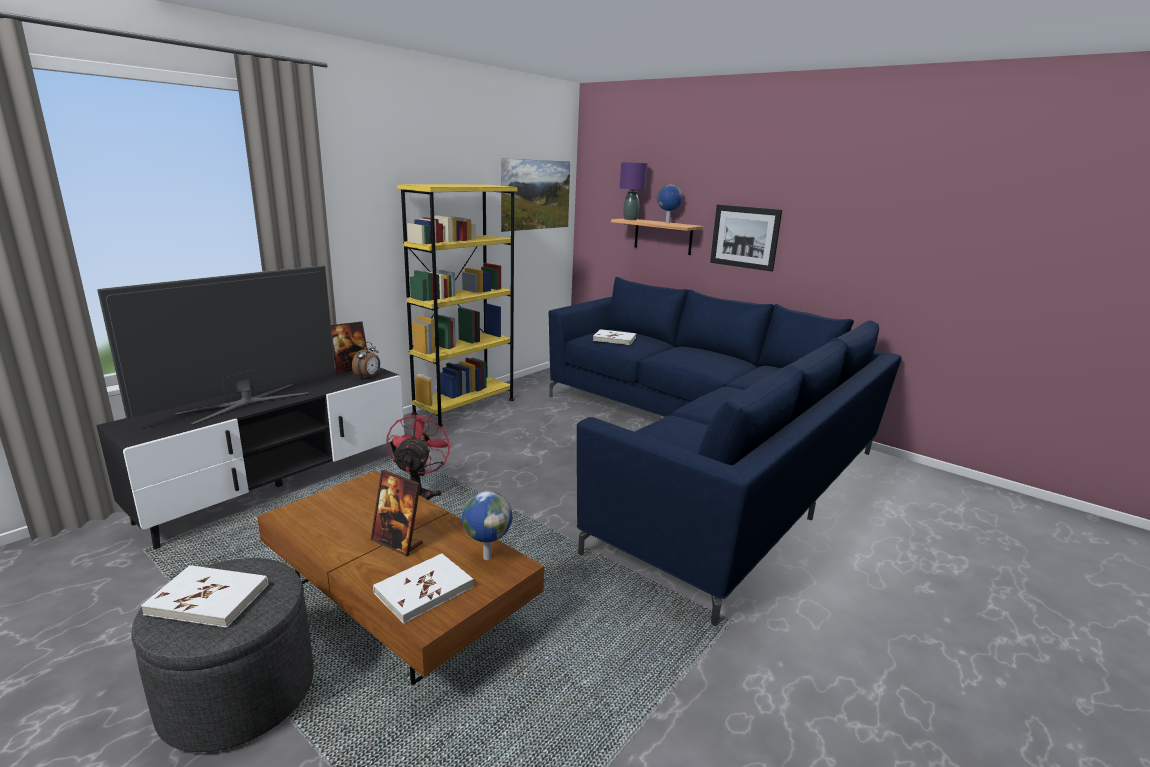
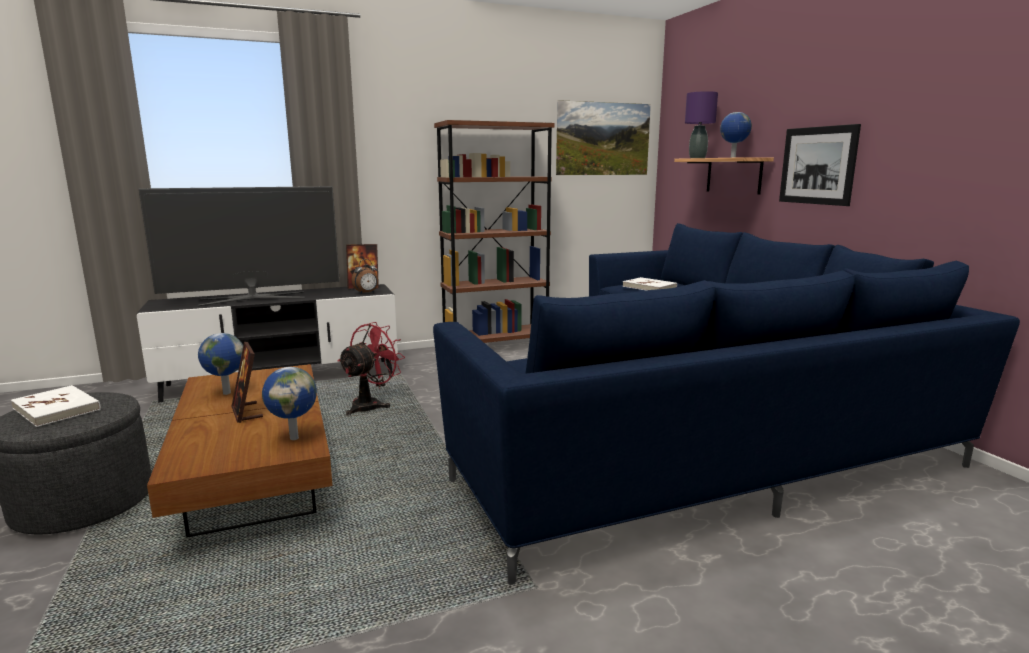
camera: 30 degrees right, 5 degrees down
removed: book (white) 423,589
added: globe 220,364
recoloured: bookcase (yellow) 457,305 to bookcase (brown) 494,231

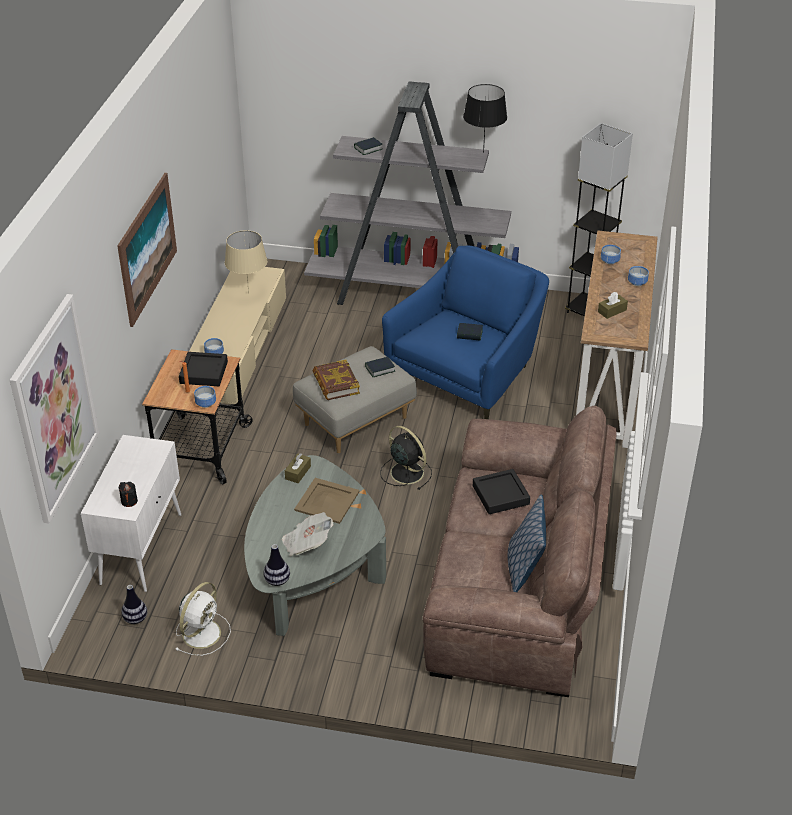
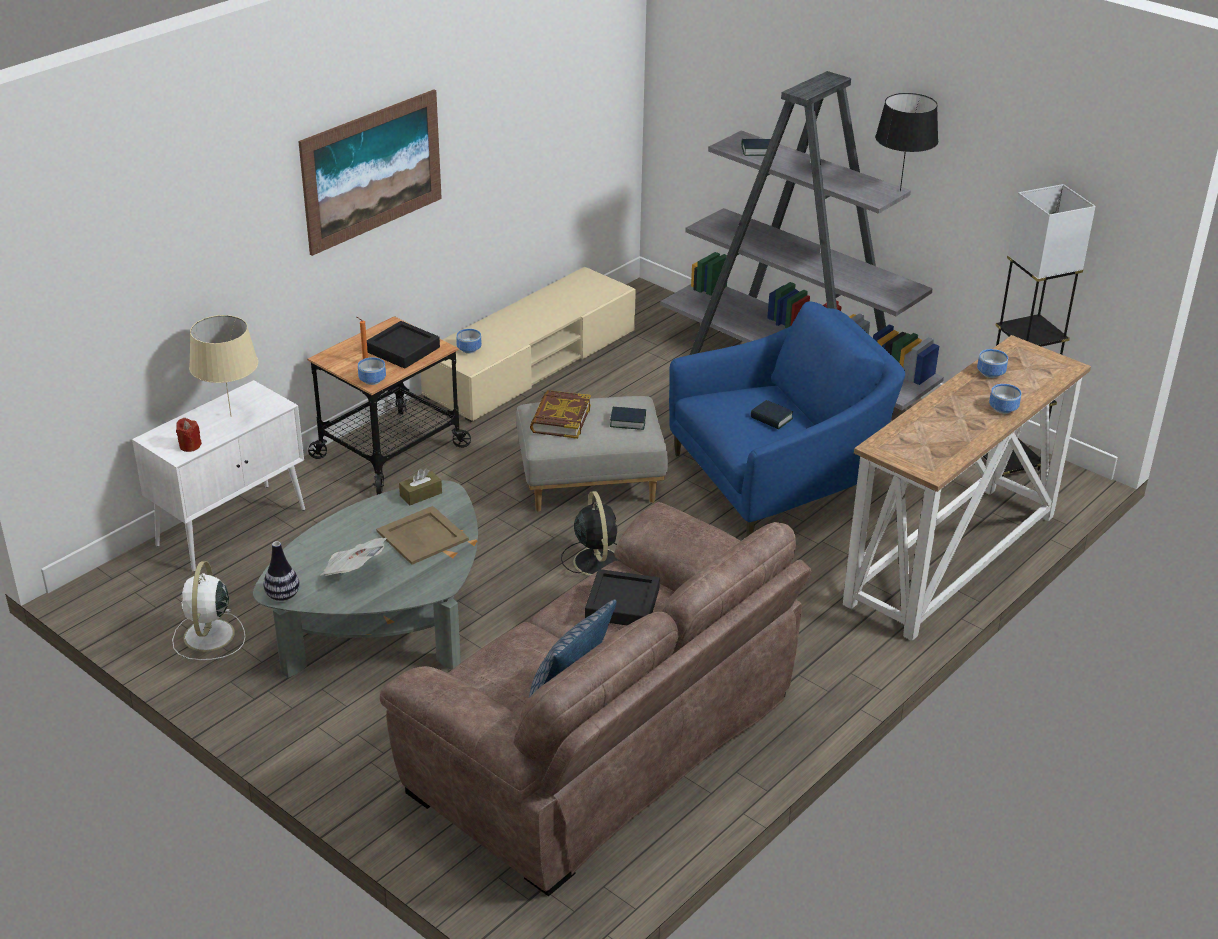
camera: 30 degrees right, 5 degrees down
removed: picture 54,409; vase 134,604; tissue box (brown) 613,305
moved: table lamp (beige) 246,262 to 223,366
recoloured: candle (black) 128,494 to candle (red) 189,435
turned: fan (white) 203,619 = 208,610 120 degrees clockwise

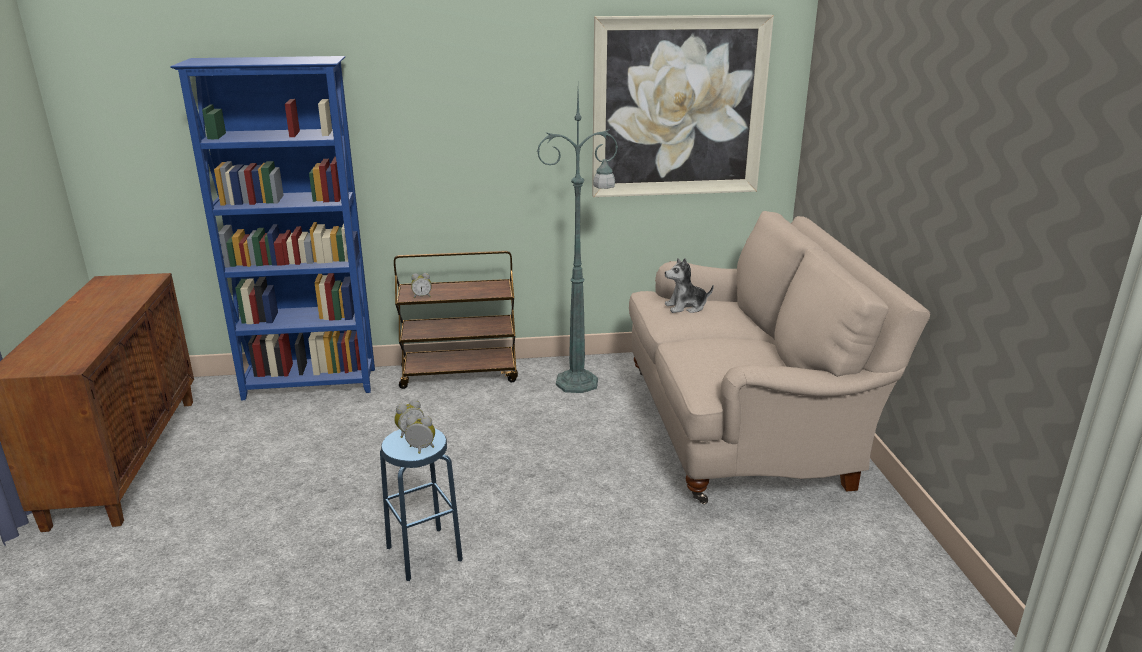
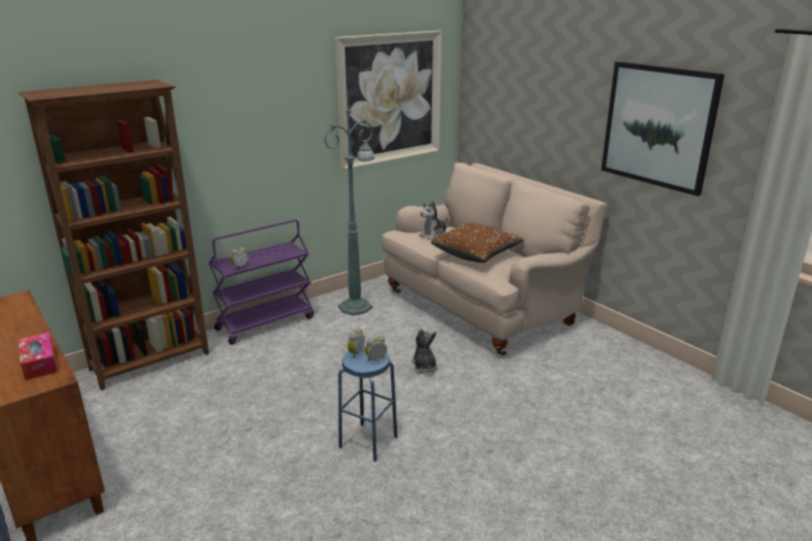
camera: 30 degrees left, 0 degrees up
added: tissue box 37,356; plush toy 424,351; pillow (brown) 477,243; picture 663,129
recoloured: bookcase (blue) 272,228 to bookcase (brown) 113,235; cart (brown) 456,320 to cart (purple) 261,282

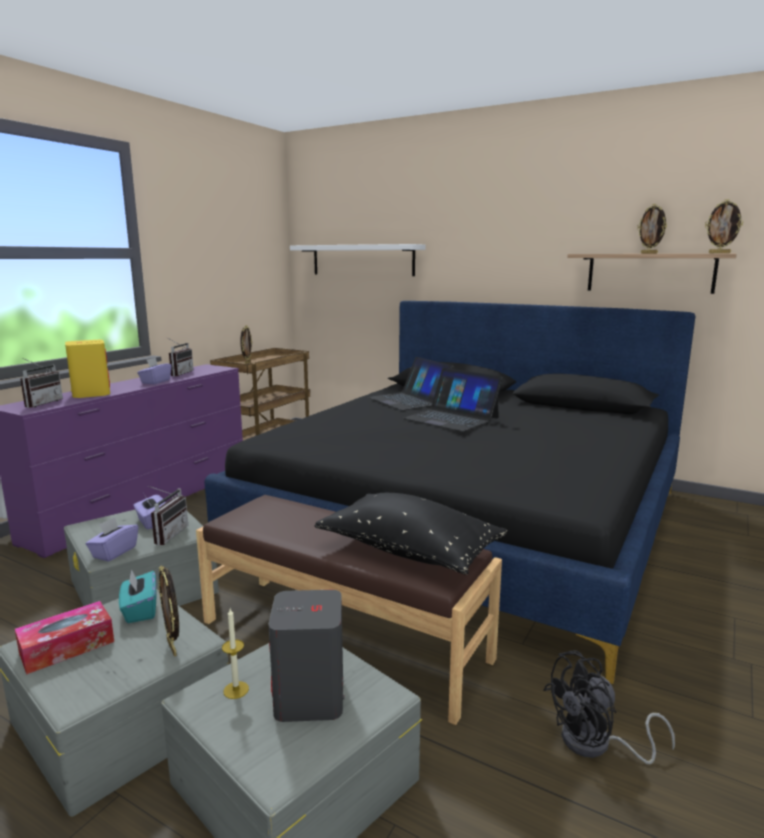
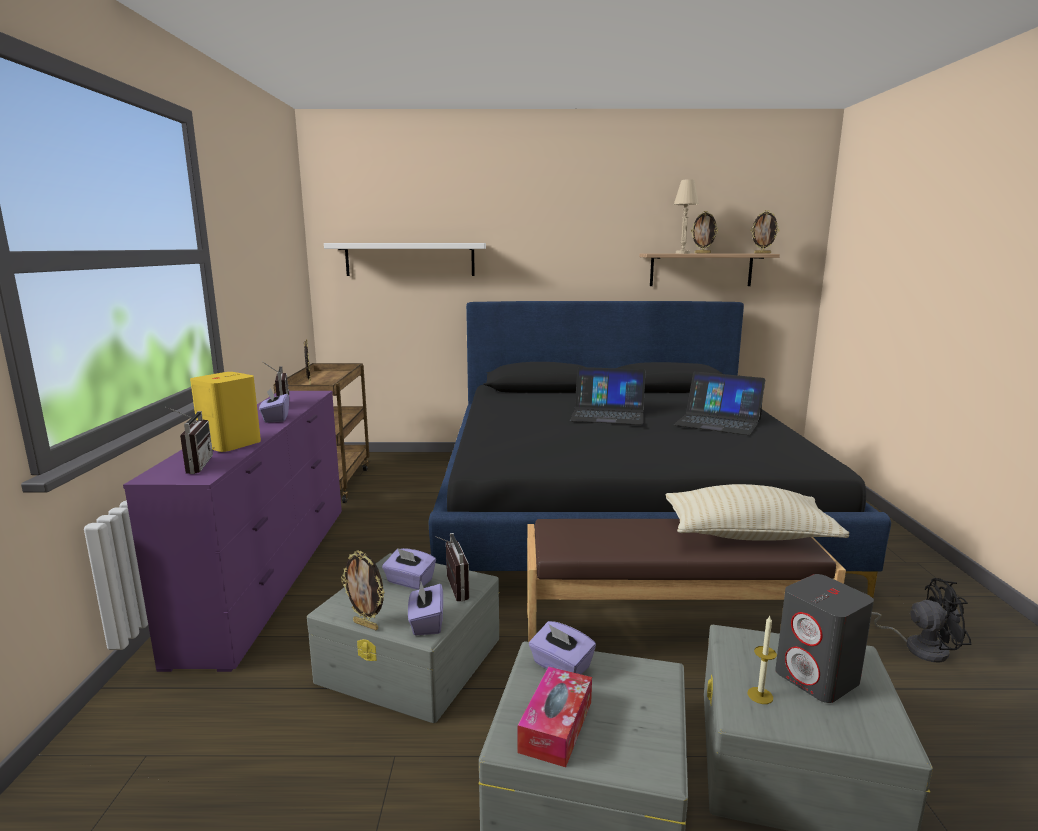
camera: 30 degrees left, 0 degrees up
added: table lamp (beige) 686,216
moved: picture frame 168,611 to 363,590; laptop 411,383 to 719,403
recoloured: tissue box (turquoise) 137,596 to tissue box (purple) 562,647; pillow (black) 411,534 to pillow (beige) 757,512
turned: fan (black) 609,707 = 922,620 120 degrees counterclockwise

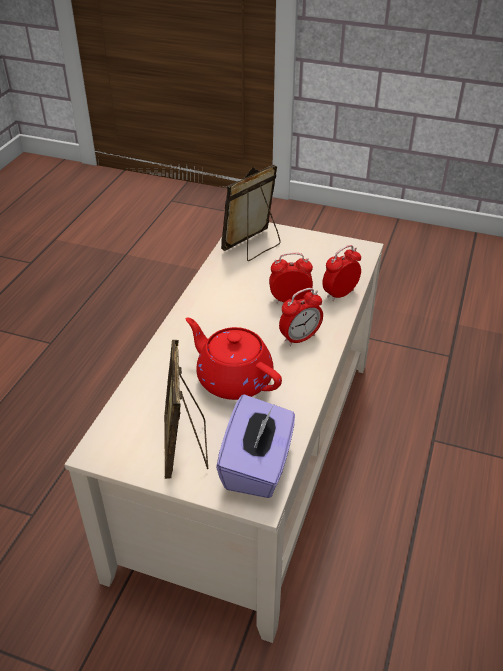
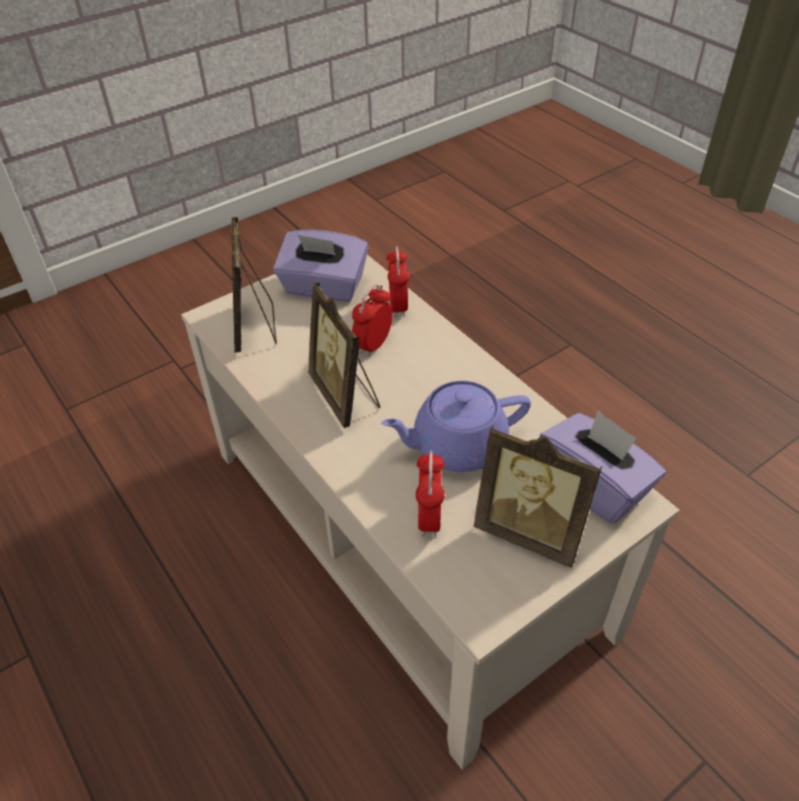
camera: 55 degrees left, 5 degrees up
added: tissue box (purple) 320,266; picture frame 344,355
moved: alarm clock 301,317 to 430,493
recoloured: teapot (red) 233,358 to teapot (purple) 456,426

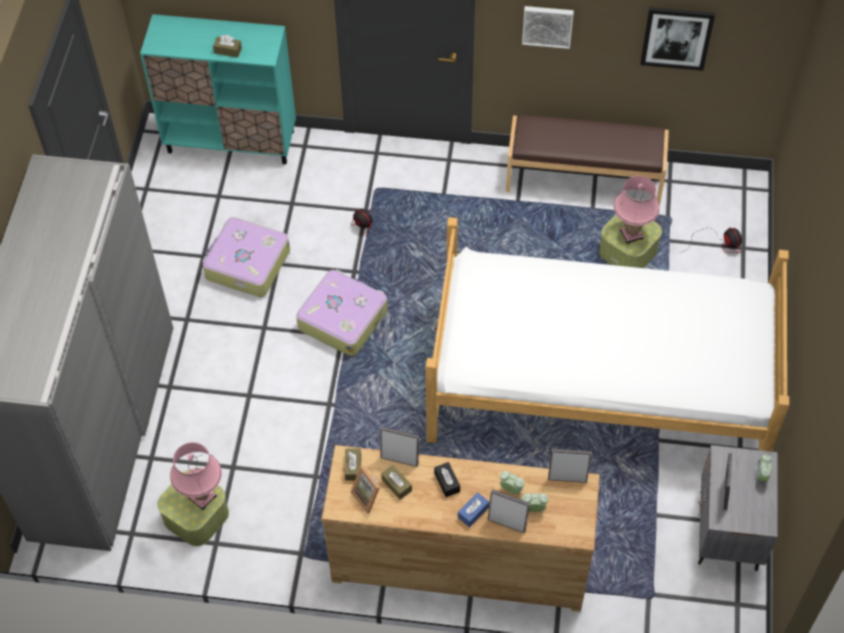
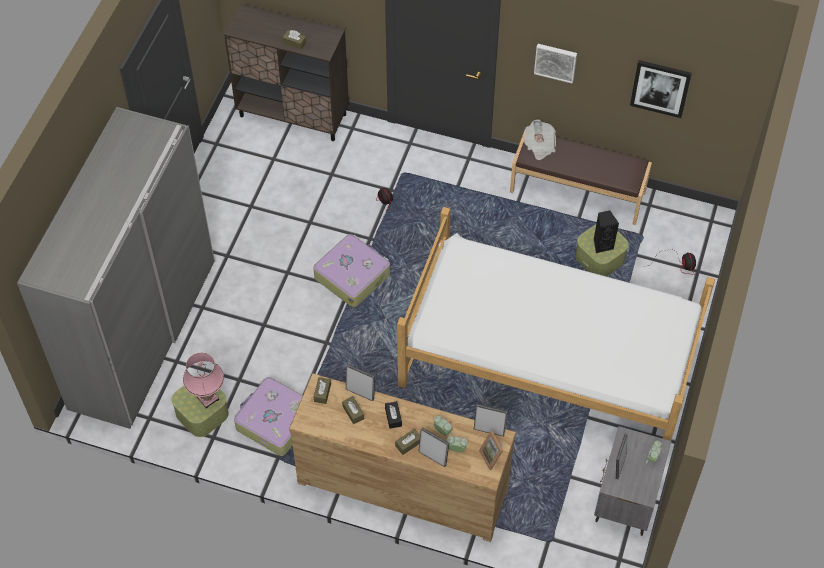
camera: 10 degrees right, 0 degrees up
added: newspaper 540,139
moved: suitcase 246,257 to 268,416; picture frame 365,490 to 491,450
replaced: table lamp (pink) 637,210 to speaker (black) 606,231
recoloured: cabinet (turquoise) 218,89 to cabinet (brown) 286,72; tissue box (blue) 473,509 to tissue box (brown) 407,442

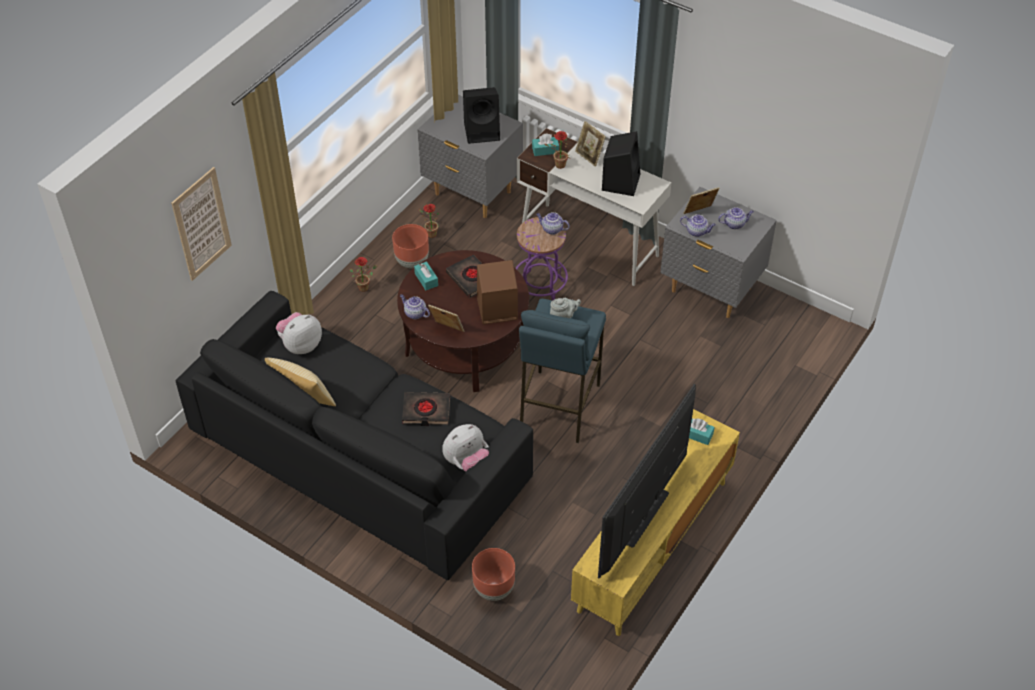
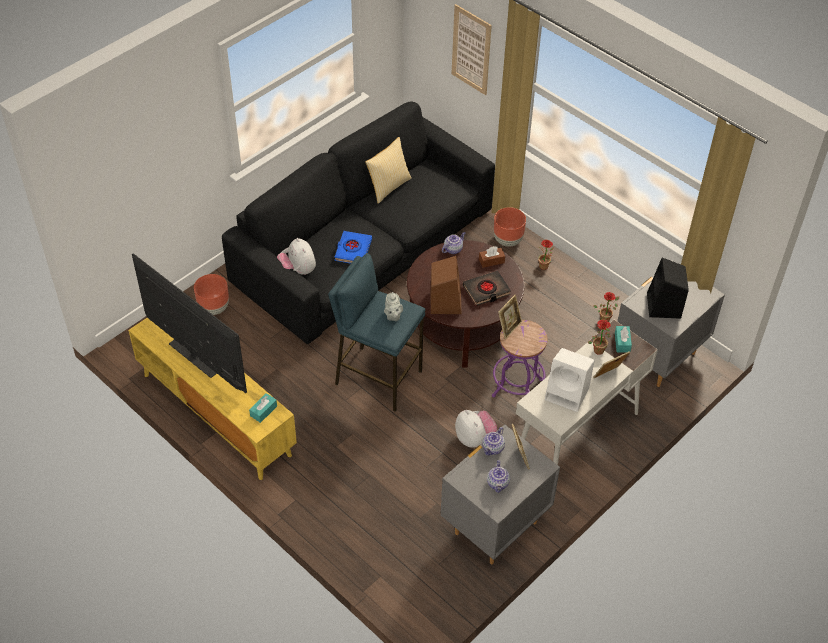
camera: 100 degrees right, 0 degrees up
removed: teapot 552,223
moved: plush toy 299,333 to 476,429; planter (brown) 410,246 to 510,227; picture frame 446,318 to 510,317
recoloured: book (black) 426,409 to book (blue) 353,247; tissue box (turquoise) 426,275 to tissue box (brown) 492,257; speaker (black) 621,163 to speaker (white) 570,380

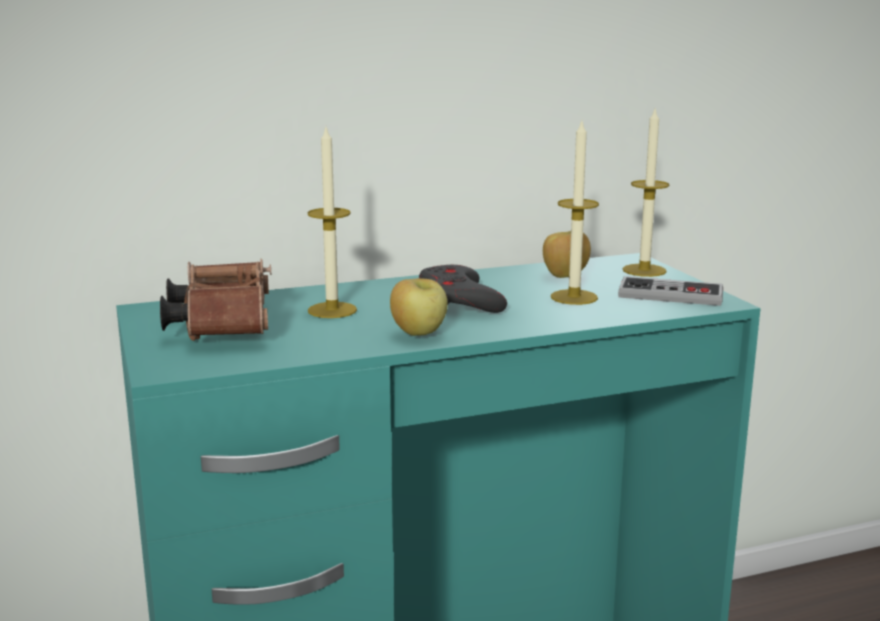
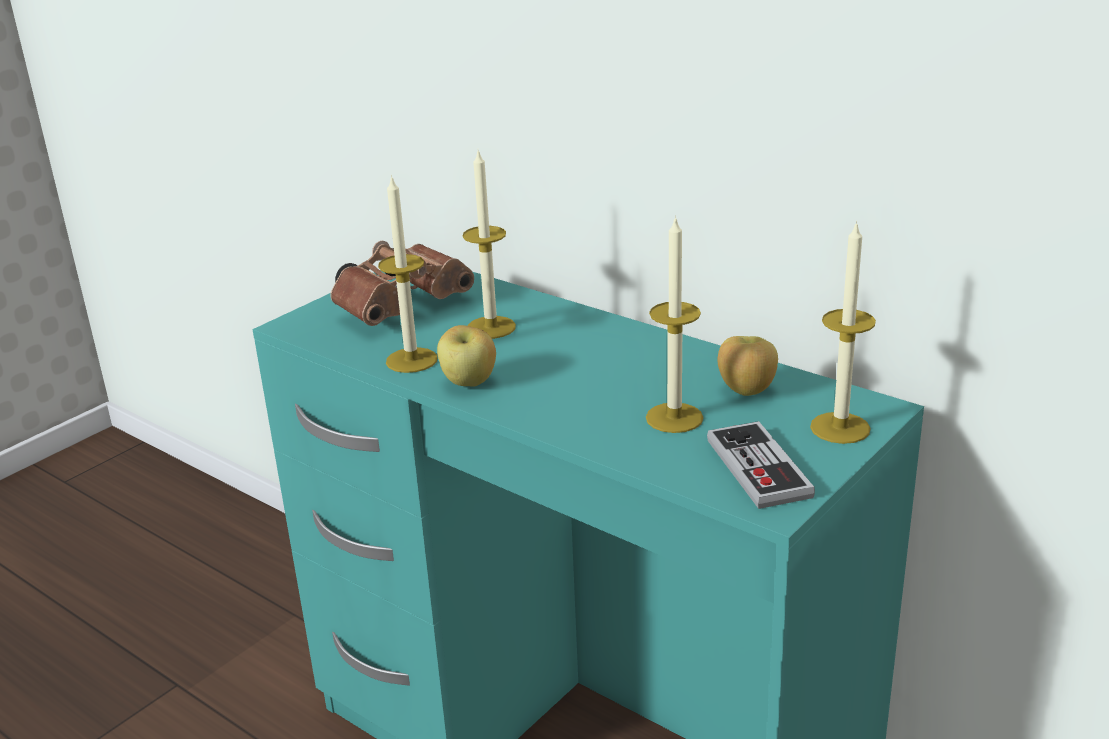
camera: 60 degrees right, 10 degrees up
removed: game controller (grey) 463,289
added: candle 408,274

